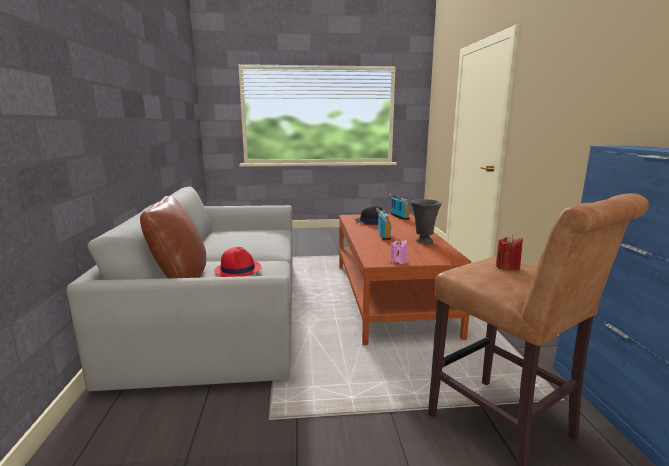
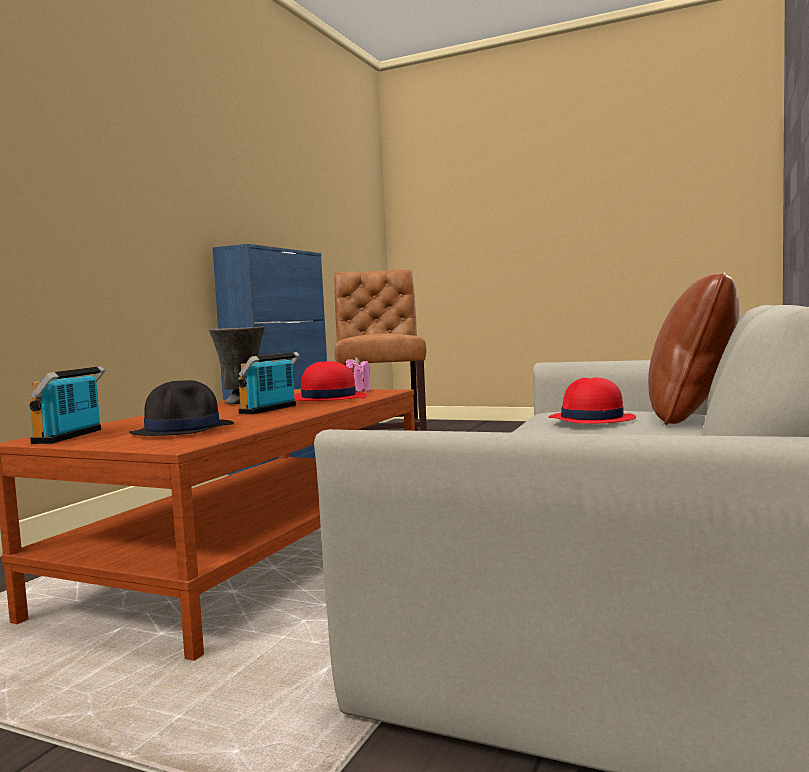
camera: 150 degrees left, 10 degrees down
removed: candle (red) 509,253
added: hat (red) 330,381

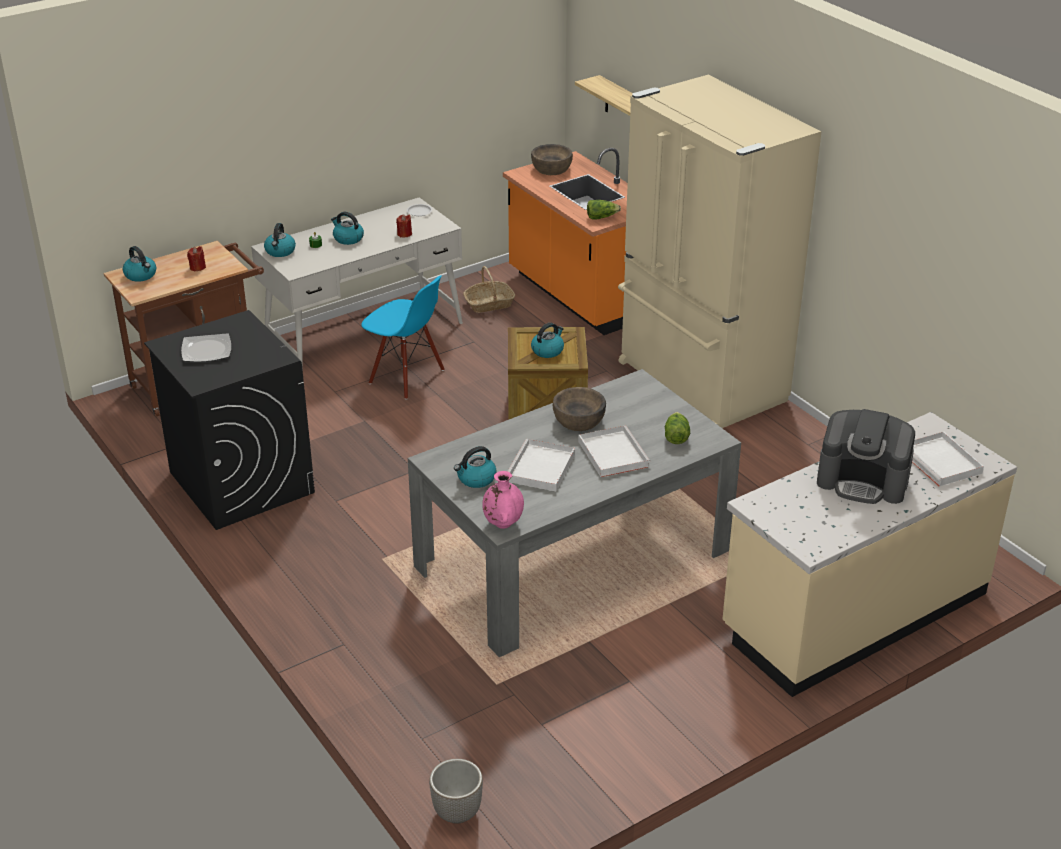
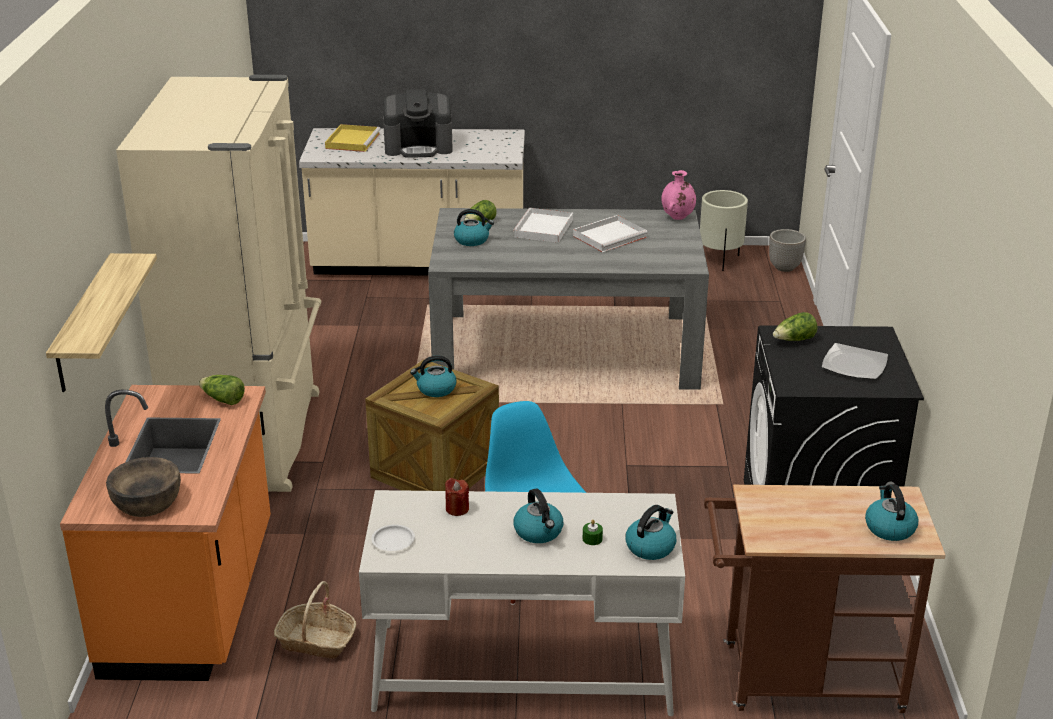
camera: 145 degrees left, 5 degrees down
removed: candle (red) 196,259; bowl (brown) 579,409
added: planter (beige) 724,230; lettuce 795,326
moved: kettle 475,467 to 474,227
recoloured: tray (white) 948,459 to tray (yellow) 353,138
turned: coffee machine 866,456 = 418,123 120 degrees clockwise

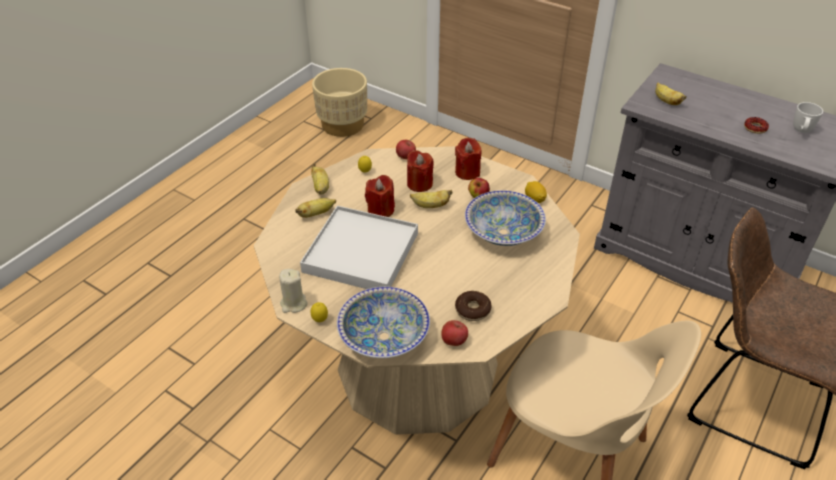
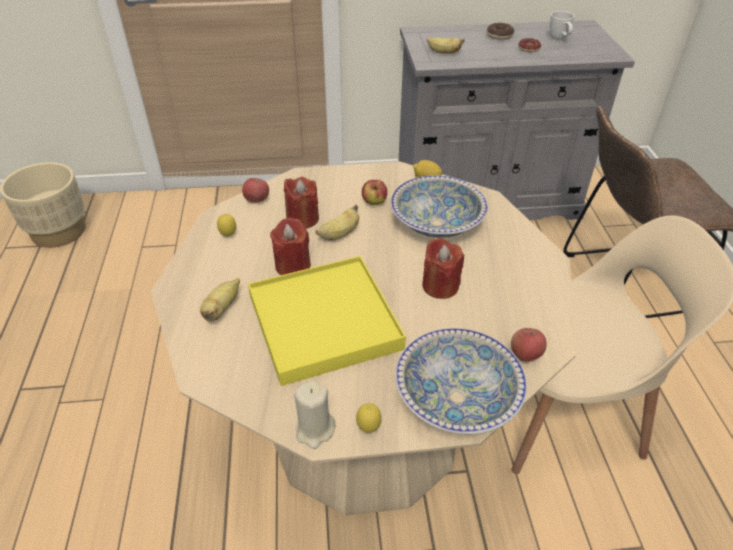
camera: 40 degrees left, 0 degrees up
removed: banana 320,179
moved: candle (red) 468,159 to 443,268; donut 473,306 to 500,31
recoloured: tray (white) 359,247 to tray (yellow) 327,321

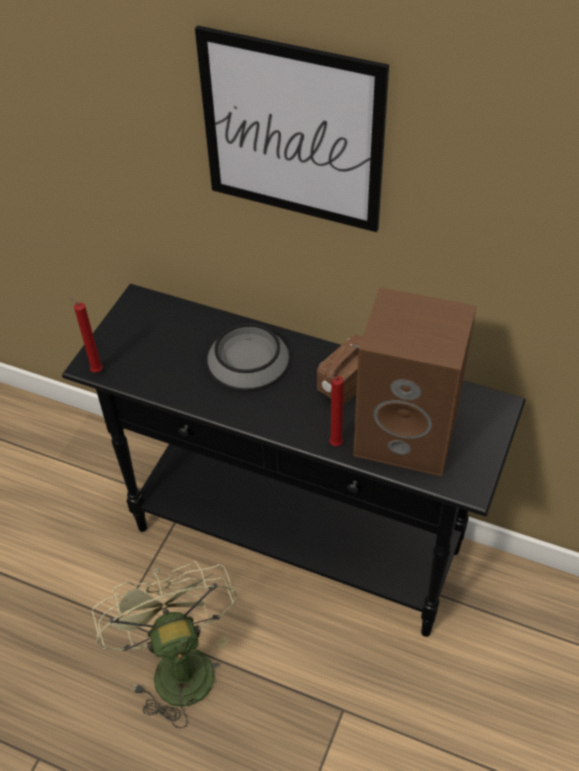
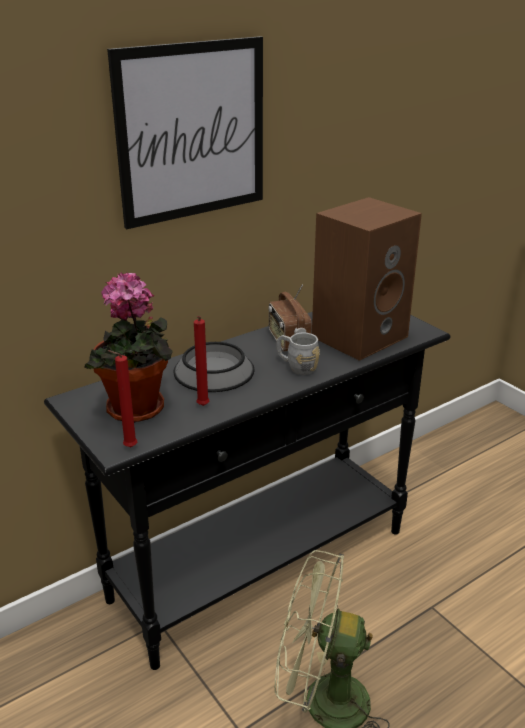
camera: 60 degrees left, 20 degrees down
added: potted plant 128,348; mug (grey) 298,353
moved: candle (red) 335,411 to 202,361

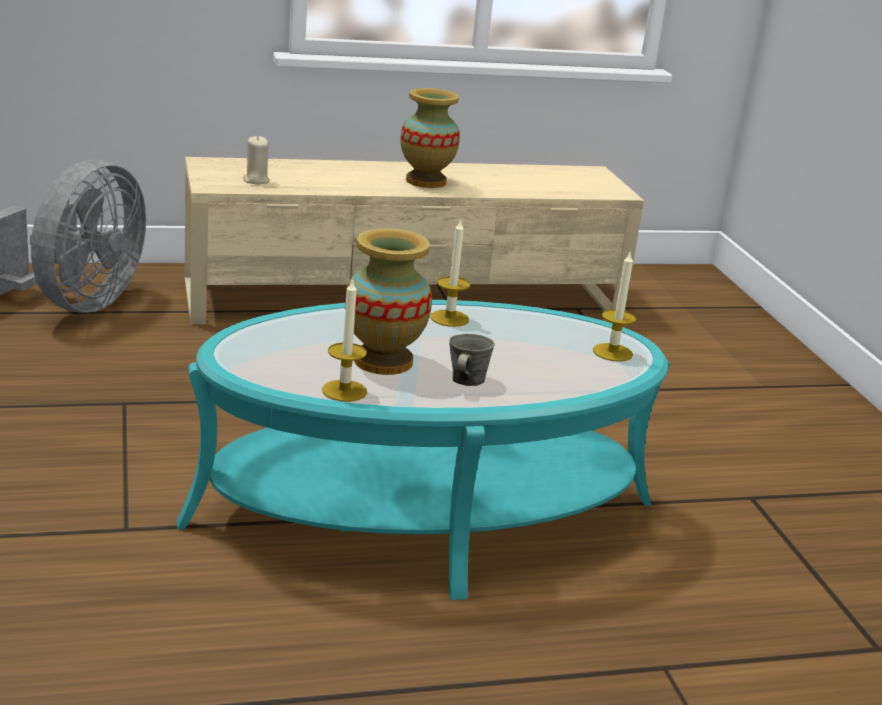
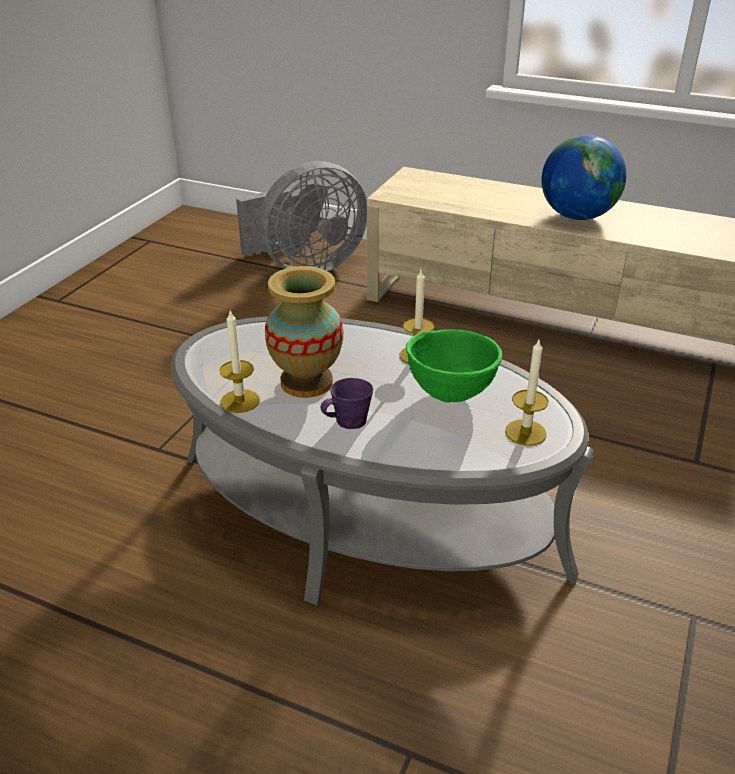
camera: 40 degrees right, 10 degrees up
removed: candle (beige) 256,160
added: bowl (green) 454,365
replaced: vase 430,138 to globe 583,177
recoloured: coffee table (turquoise) 423,450 to coffee table (grey) 382,460; mug (grey) 472,360 to mug (purple) 347,403

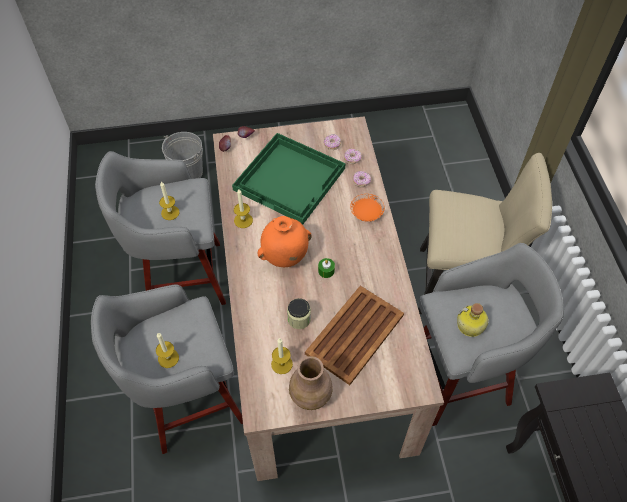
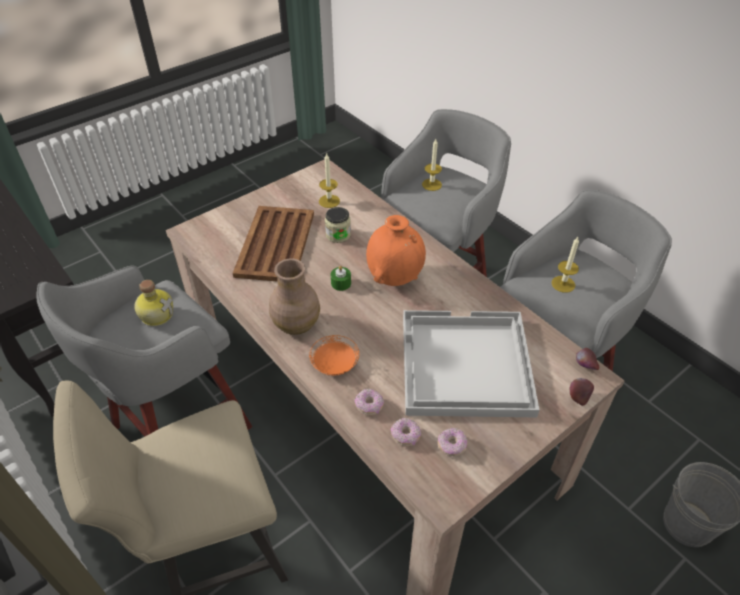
camera: 150 degrees right, 10 degrees down
removed: candle 243,208
moved: vase (brown) 311,383 to 294,296
recoloured: tray (green) 288,178 to tray (white) 471,363

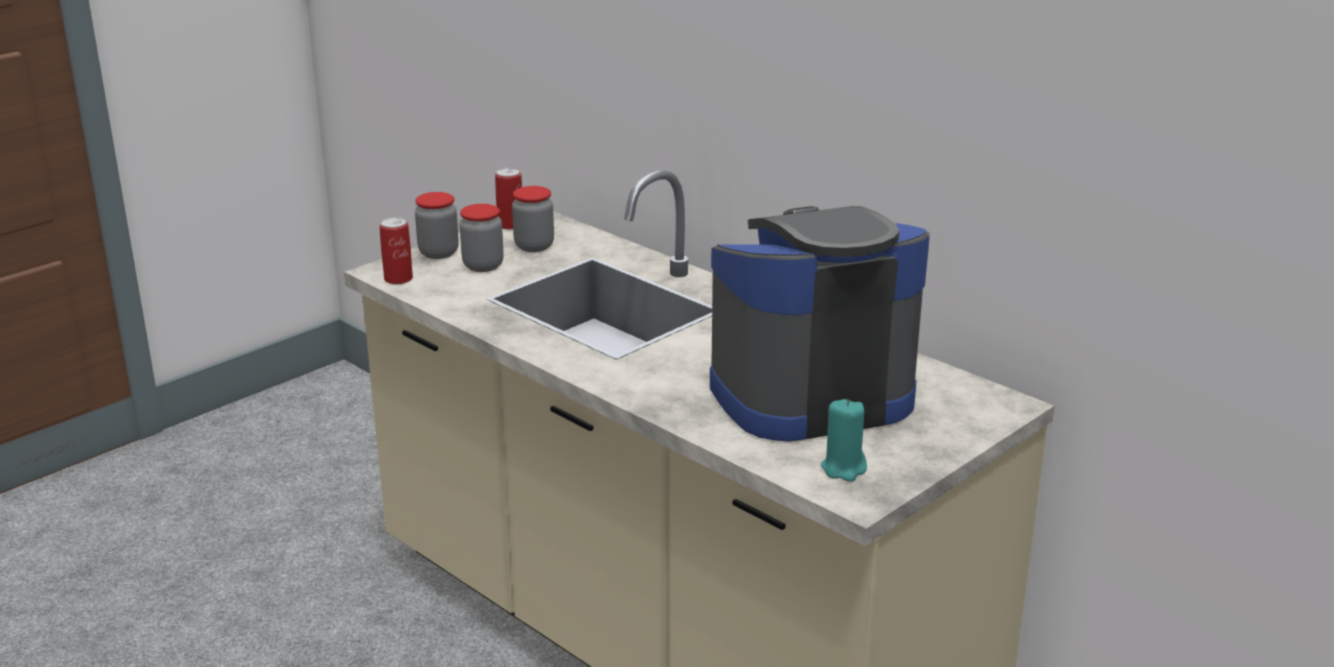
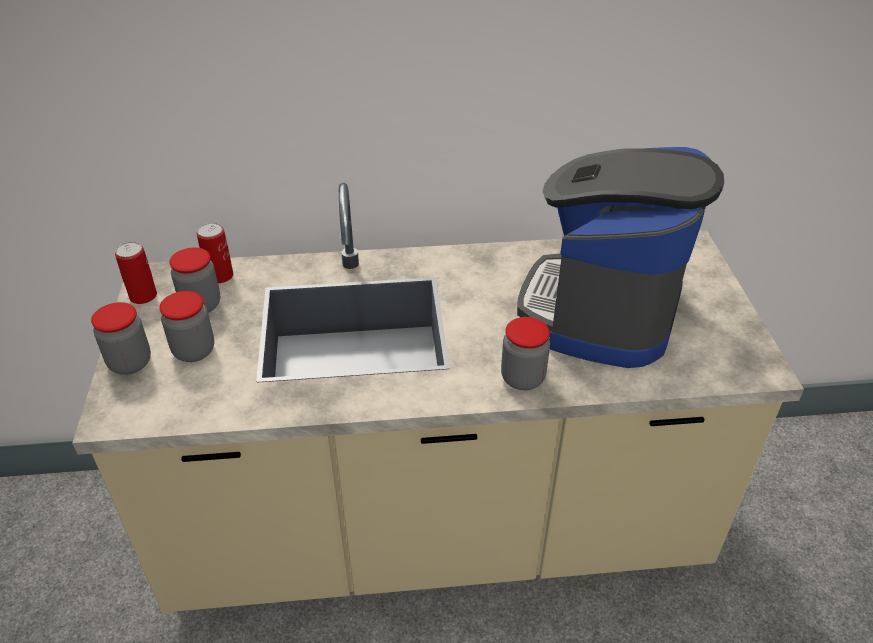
camera: 50 degrees left, 15 degrees up
removed: candle (turquoise) 844,440
added: jar 525,353
moved: can 396,251 to 215,253

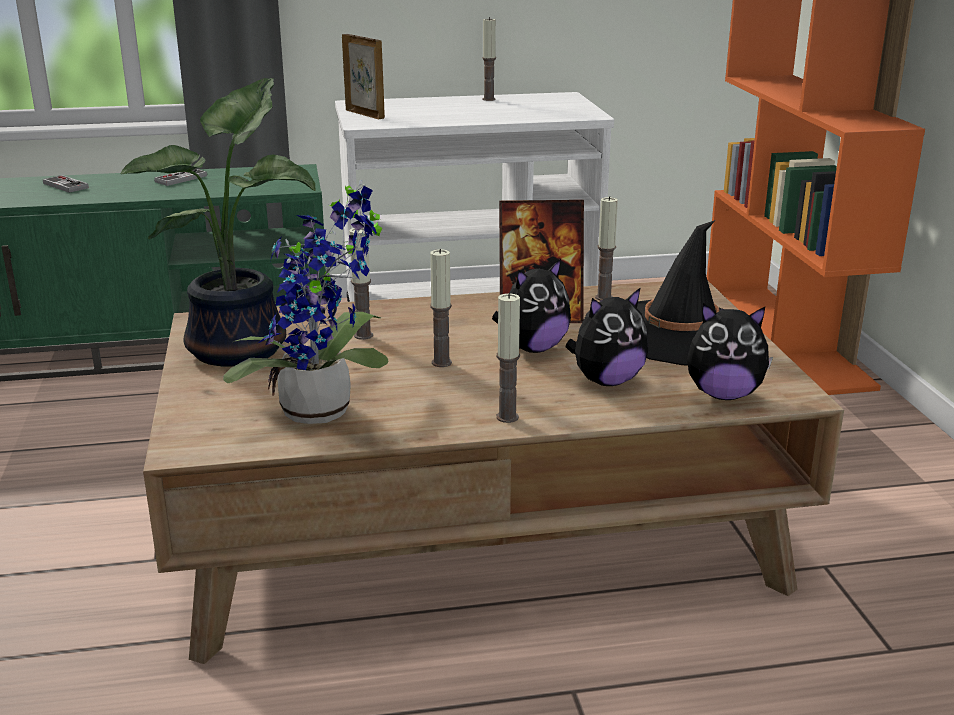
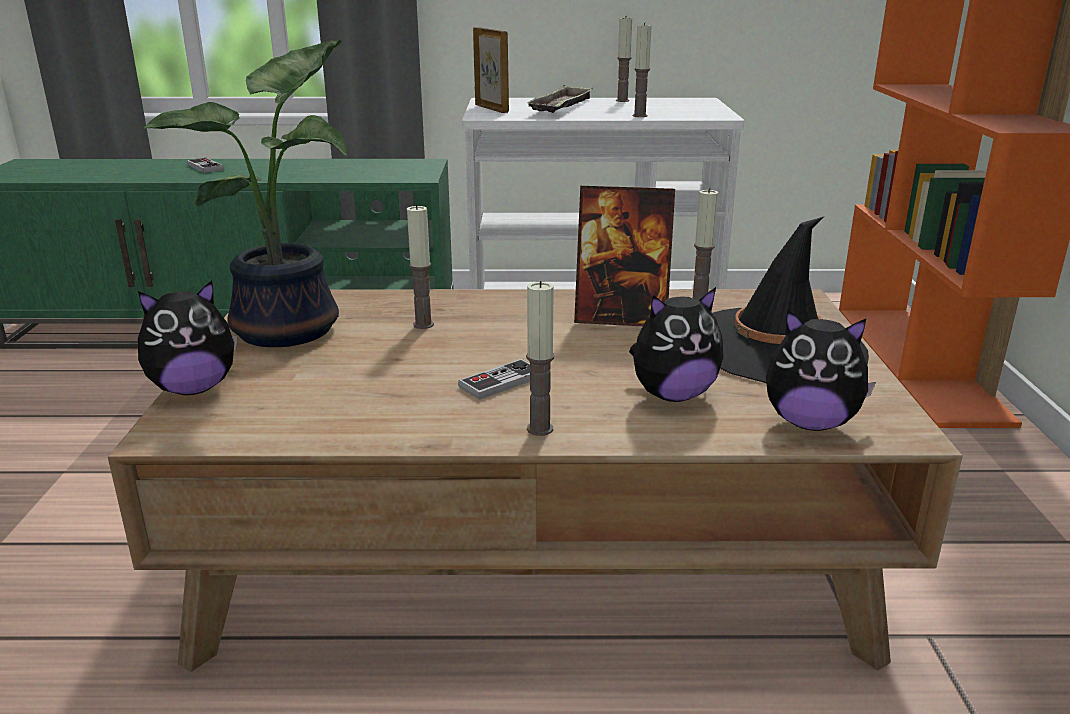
camera: 10 degrees right, 0 degrees up
removed: potted plant 305,301
added: tray 559,99
moved: game controller 180,177 to 494,379; candle 441,308 to 642,69; plush toy 531,306 to 187,337

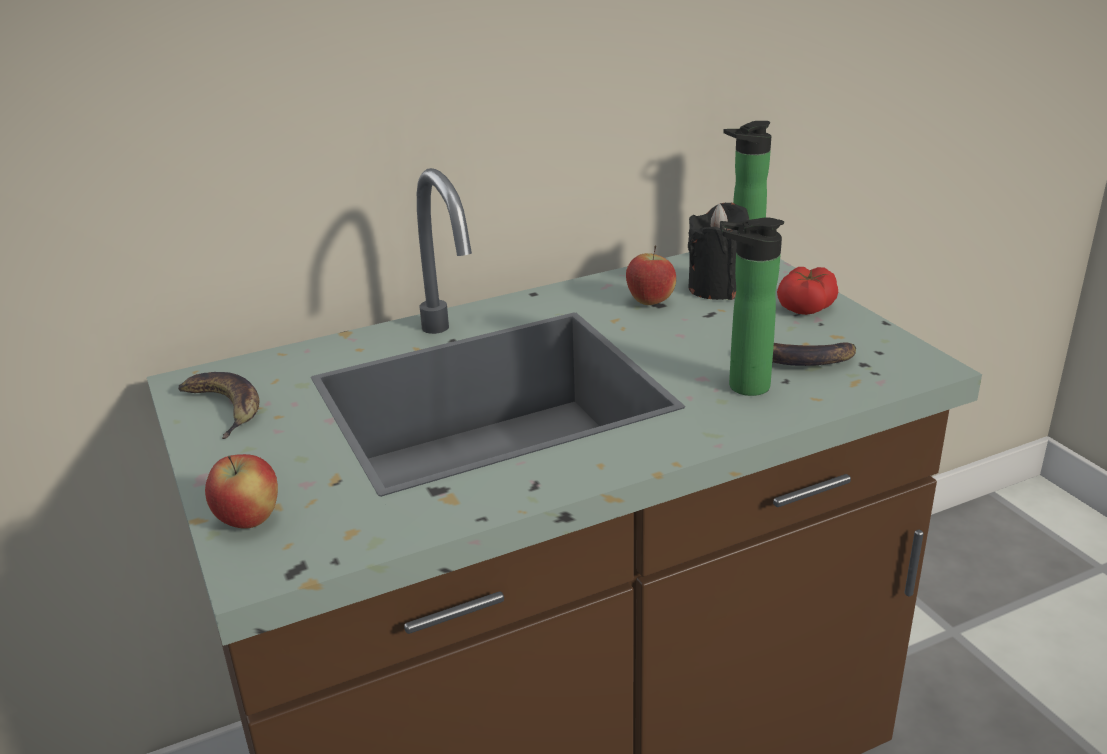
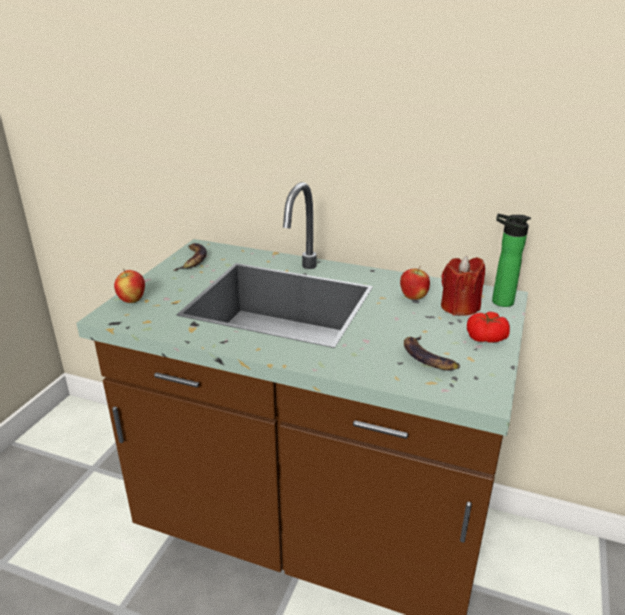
camera: 45 degrees right, 0 degrees up
removed: bottle 752,307
recoloured: candle (black) 718,251 to candle (red) 463,286

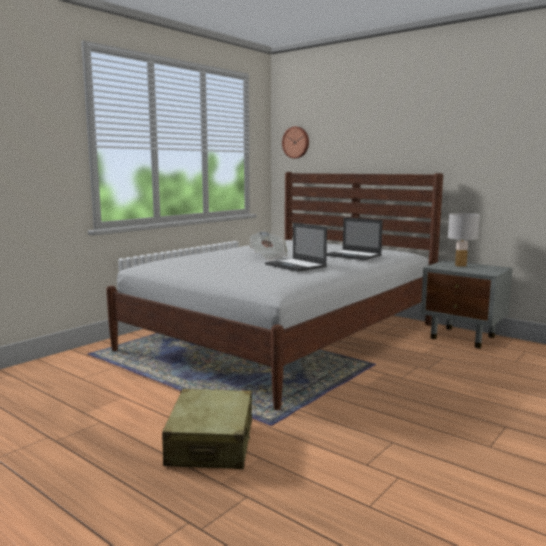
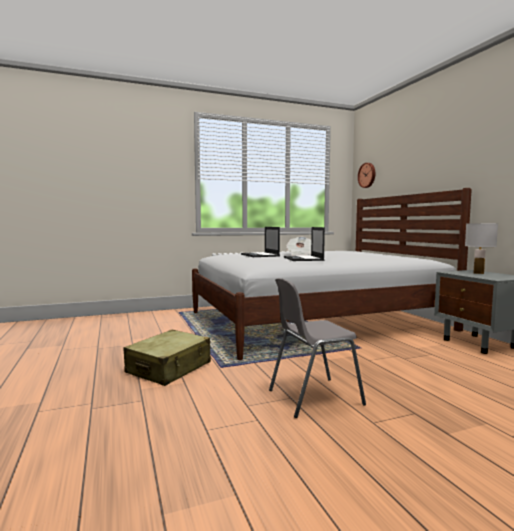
camera: 30 degrees right, 5 degrees down
added: chair (grey) 317,348
moved: laptop 355,238 to 260,242

